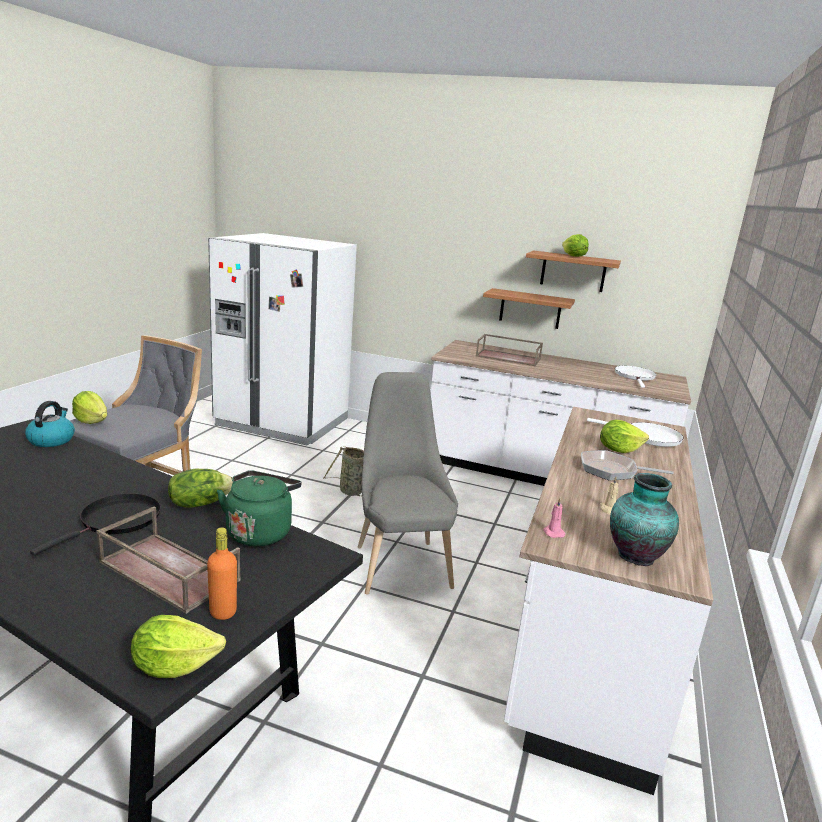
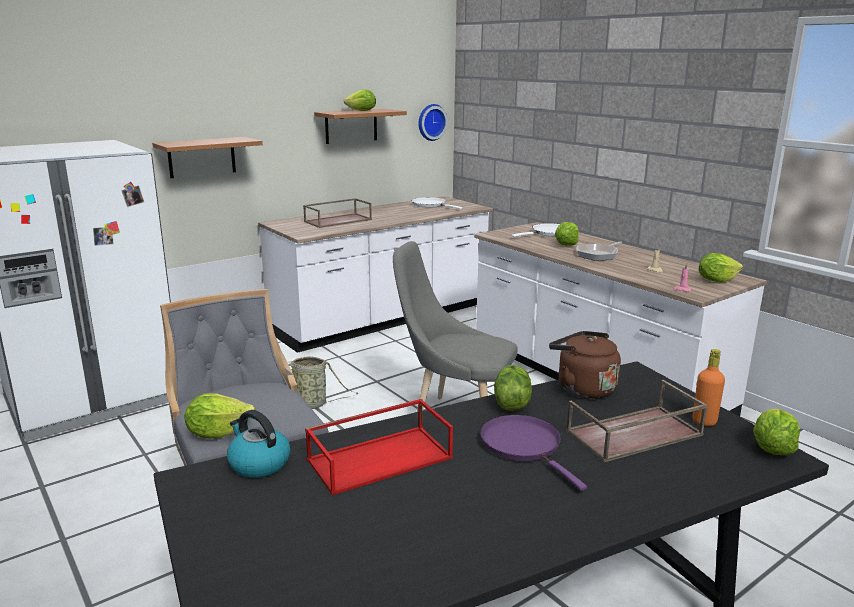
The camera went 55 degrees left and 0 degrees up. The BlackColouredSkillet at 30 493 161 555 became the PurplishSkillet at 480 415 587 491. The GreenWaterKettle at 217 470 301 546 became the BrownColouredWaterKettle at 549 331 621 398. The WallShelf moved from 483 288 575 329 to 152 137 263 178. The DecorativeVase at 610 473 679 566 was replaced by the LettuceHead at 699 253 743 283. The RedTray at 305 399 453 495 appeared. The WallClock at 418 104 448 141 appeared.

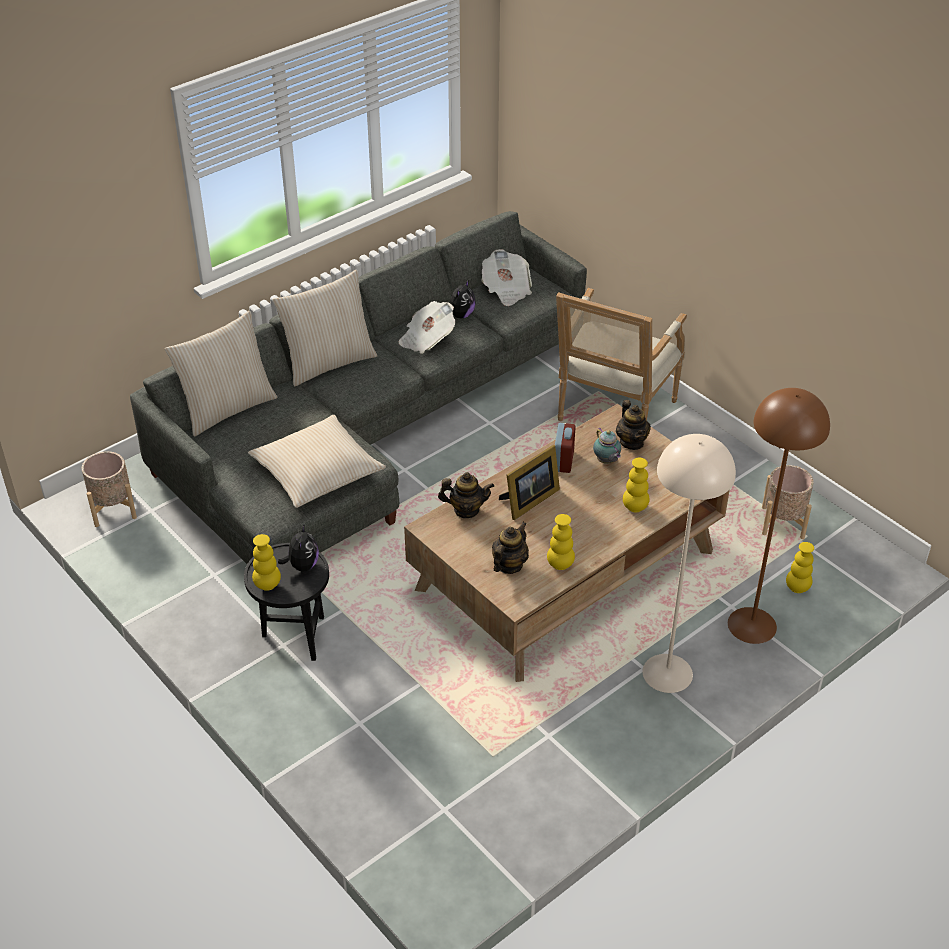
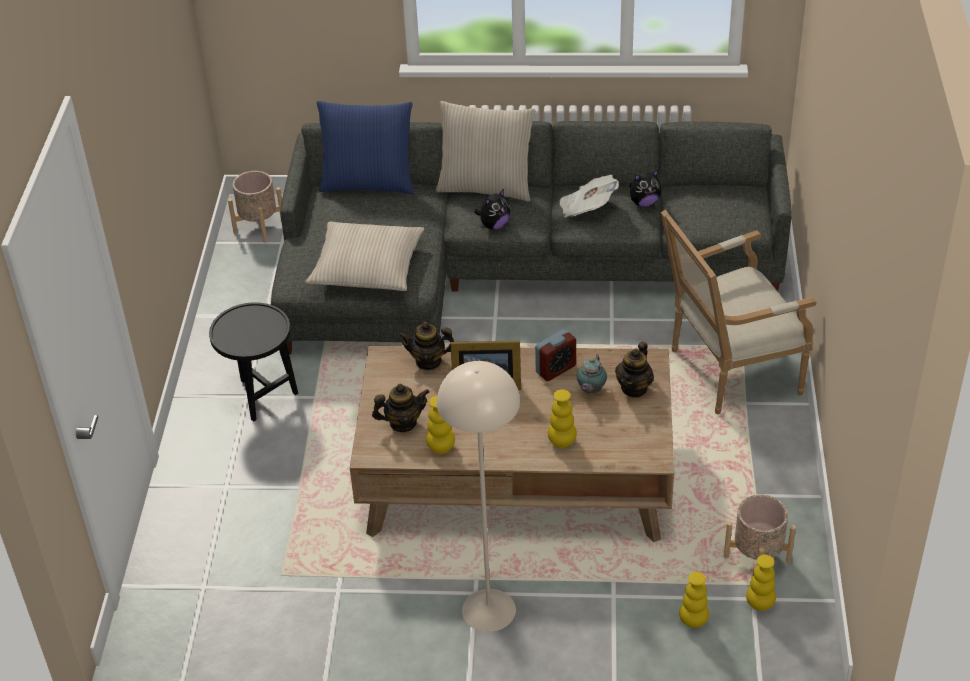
The camera went 45 degrees right and 0 degrees up. The BeigeColouredThrowPillow at 165 311 277 436 became the BluishThrowPillow at 317 101 414 194. The YellowColouredDecorativeVase moved from 252 534 281 591 to 746 555 776 611. The CuddlyToy moved from 278 525 319 572 to 474 189 510 229. The TeaPot at 438 472 494 518 turned 135 degrees clockwise. The DailyPaper at 482 249 532 306 disappeared. The BrownColouredStandardLamp at 728 388 830 644 disappeared.

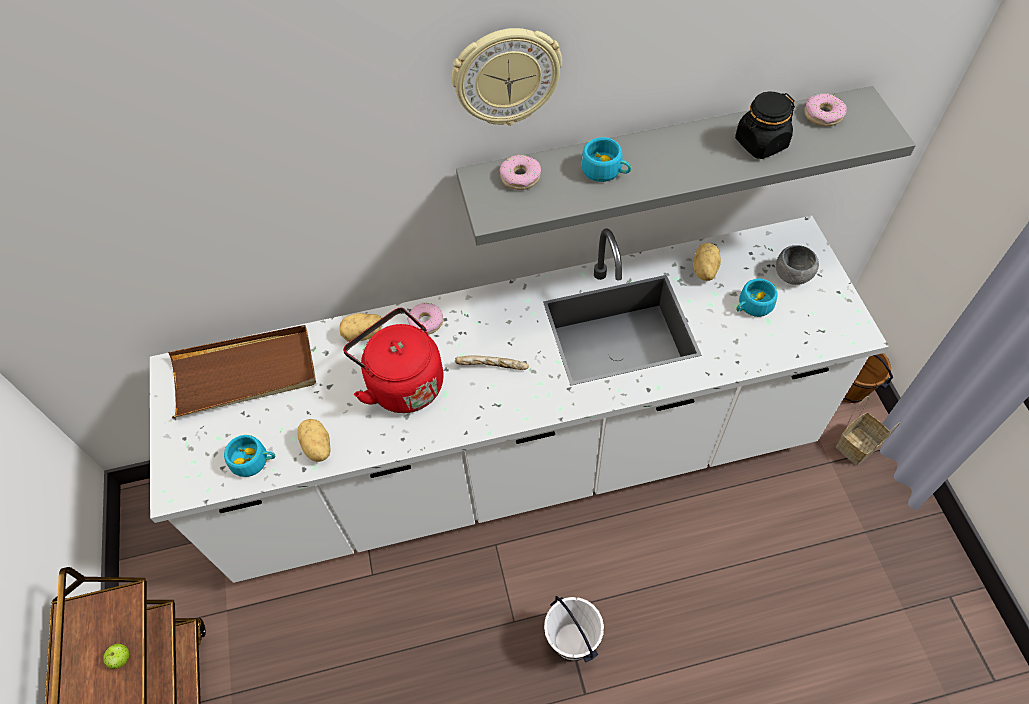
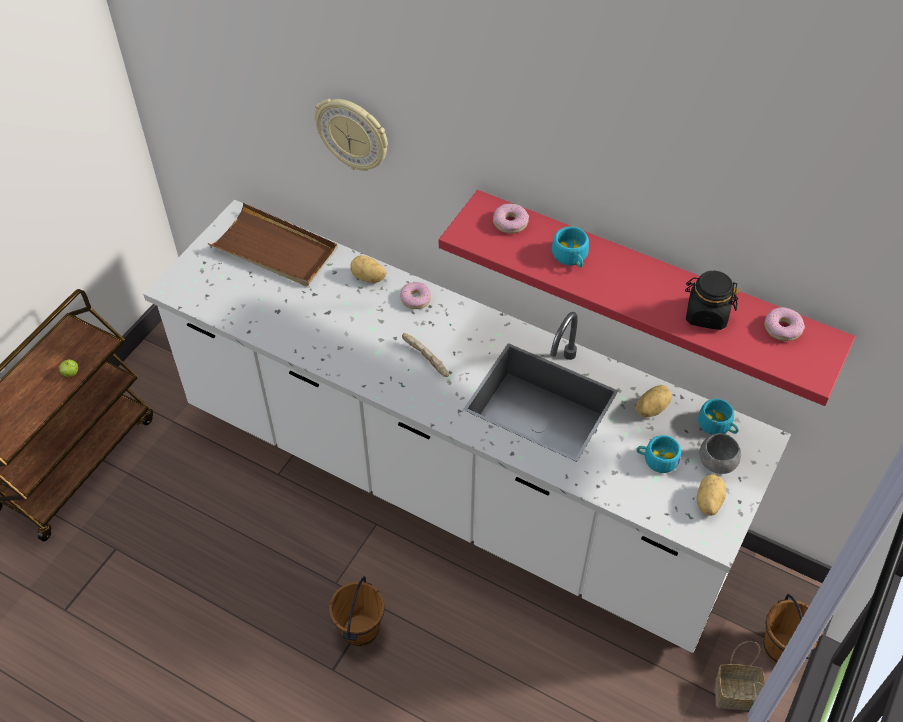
The camera went 40 degrees right and 5 degrees down. The BlueGreenCup moved from 224 435 276 477 to 698 399 739 435. The WholePotato moved from 297 419 331 462 to 697 474 726 516. The RedWaterKettle at 343 308 444 413 disappeared. The WallClock moved from 451 28 562 126 to 314 99 388 171. The GreyWallShelf at 456 86 916 246 became the RedWallShelf at 439 190 856 406. The WhitishWaterBucket at 544 596 604 663 became the BrownColouredWaterBucket at 329 576 385 647.

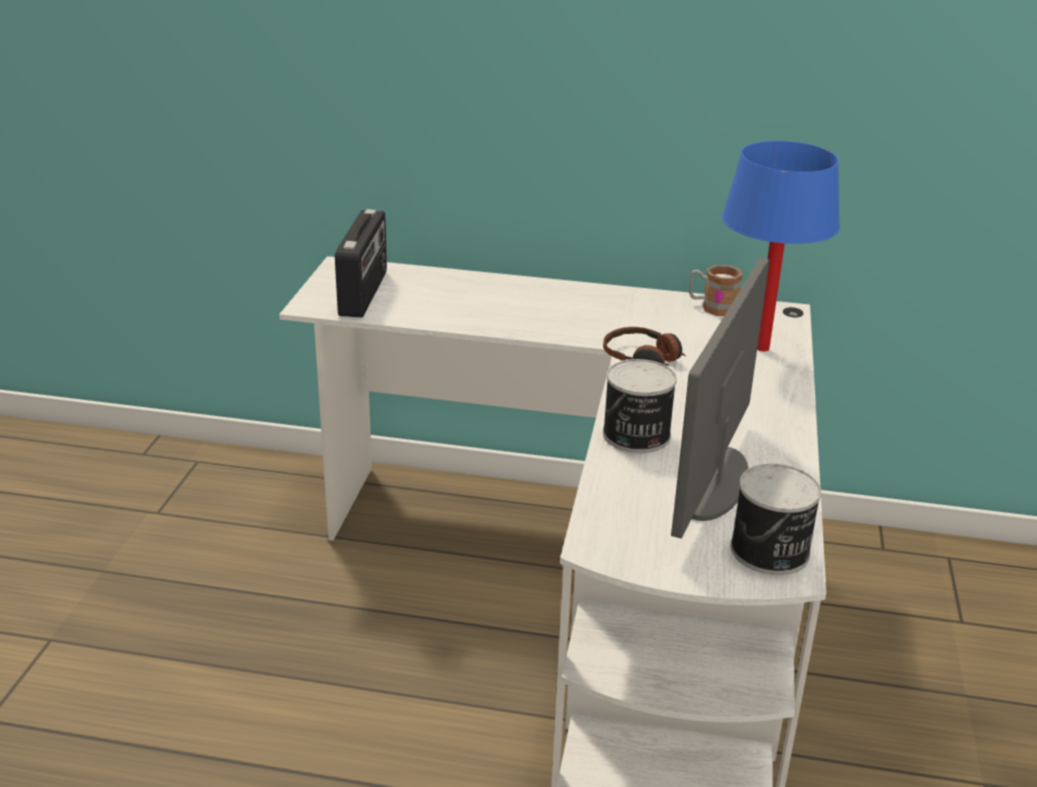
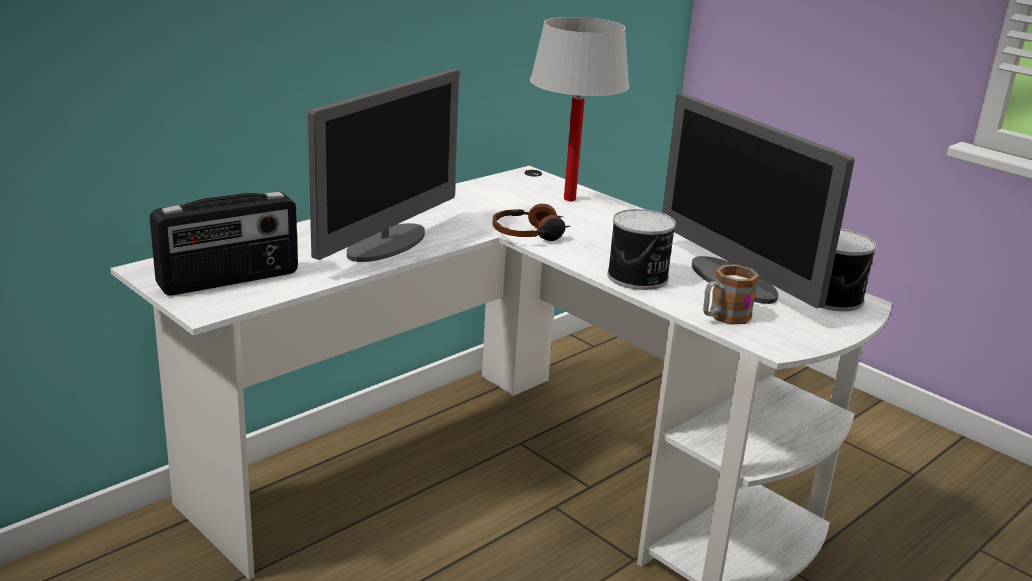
The camera went 55 degrees left and 5 degrees down. The RadioSet at 335 209 387 318 turned 105 degrees clockwise. The Mug moved from 689 265 743 316 to 703 264 759 325. The BluishTabletopLamp at 722 141 840 351 became the WhitishTabletopLamp at 530 17 630 201. The ComputerScreen at 308 69 459 262 appeared.

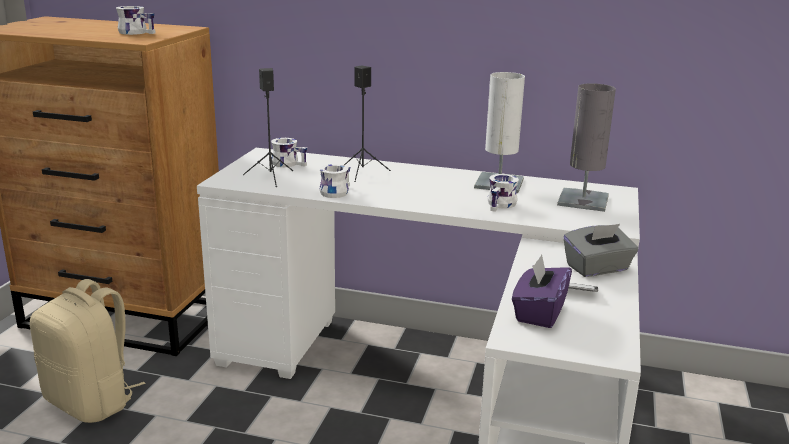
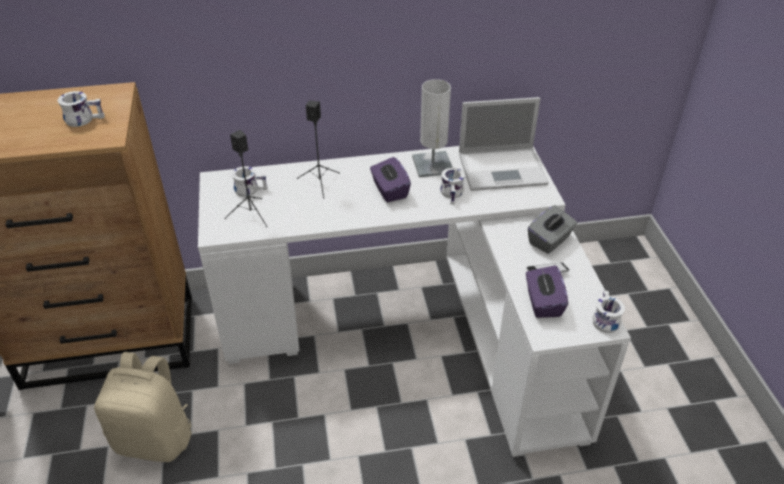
The camera went 25 degrees left and 20 degrees up. The WhitishMug moved from 320 164 350 198 to 592 291 625 333. The GreyTabletopLamp at 557 83 616 212 was replaced by the Laptop at 459 97 549 191. The PurplishBoxOfTissues at 370 157 411 202 appeared.

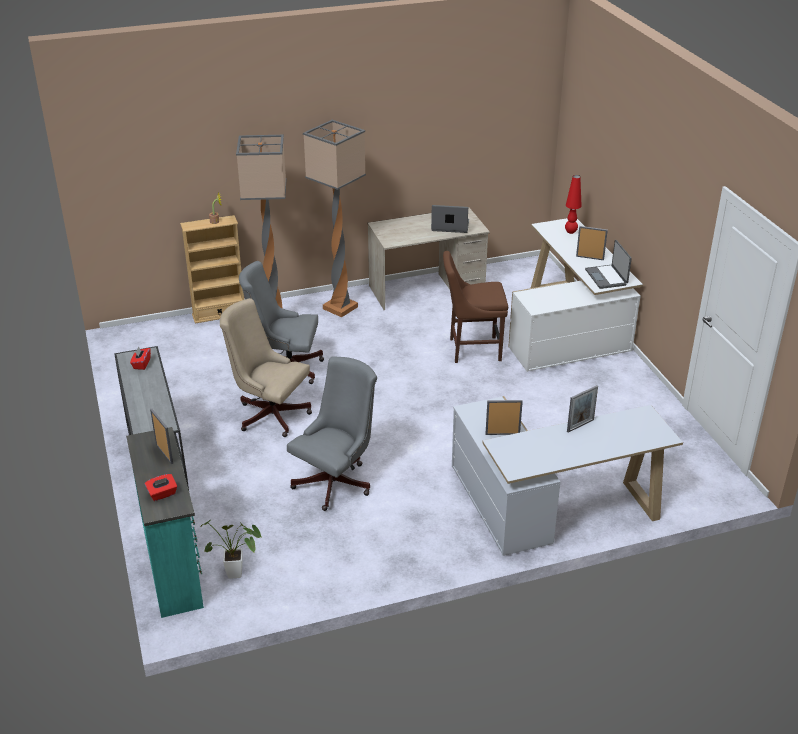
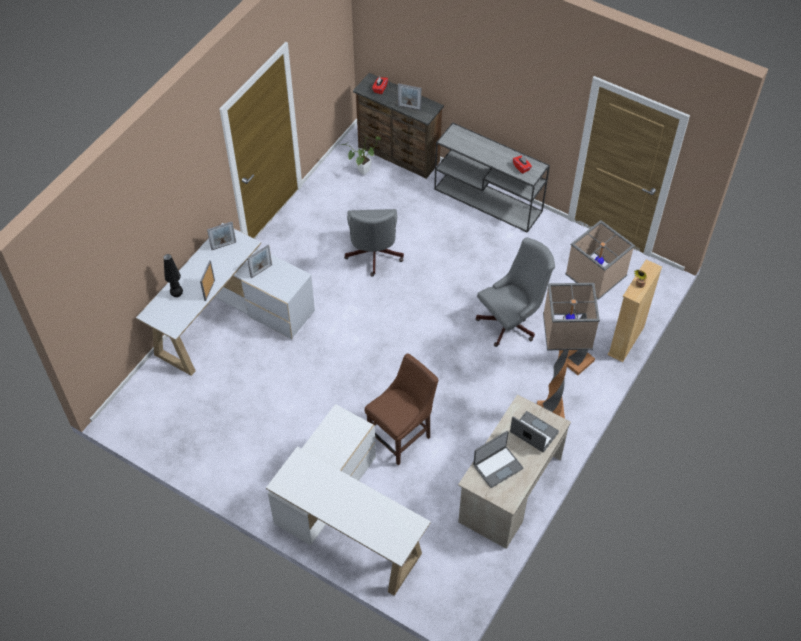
The camera went 140 degrees right and 20 degrees up. The BlueGreenChestOfDrawers at 126 427 204 618 became the BrownColouredChestOfDrawers at 353 73 444 179. The BeigeColouredDeskChair at 220 298 312 437 disappeared. The RedTabletopLamp at 565 175 582 234 disappeared. The StandingFrame moved from 576 226 608 260 to 207 222 236 250. The Laptop moved from 585 240 632 289 to 510 411 559 452. The BlackColouredTabletopLamp at 164 254 183 297 appeared.

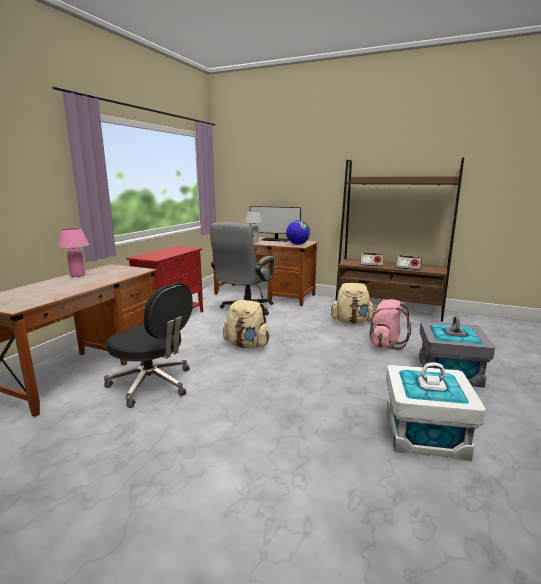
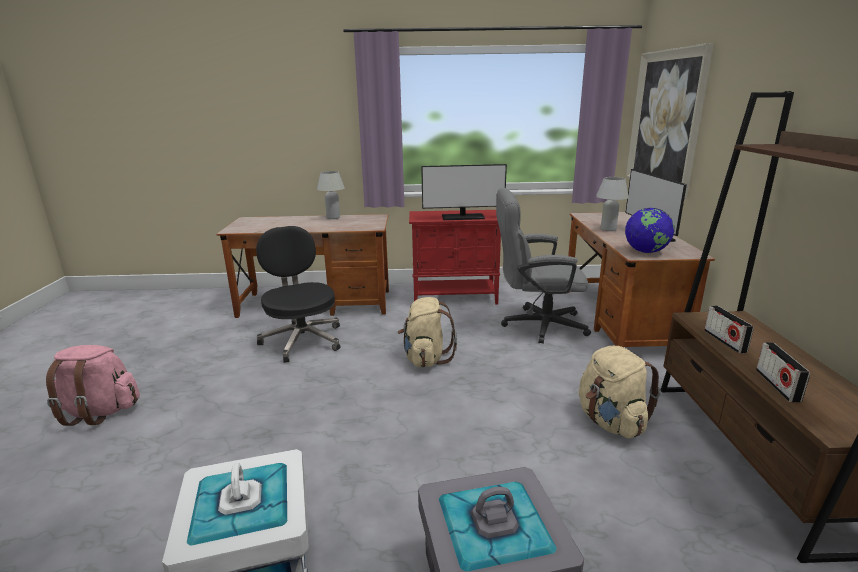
The camera went 65 degrees right and 5 degrees up. The PinkTabletopLamp at 58 228 89 277 became the WhitishTabletopLamp at 317 171 345 219. The BlackColouredDeskChair at 104 283 193 408 turned 150 degrees clockwise. The PinkBackpack moved from 367 299 411 350 to 46 345 140 426. The ComputerScreen at 421 164 507 220 appeared. The WallPicture at 626 43 714 199 appeared.

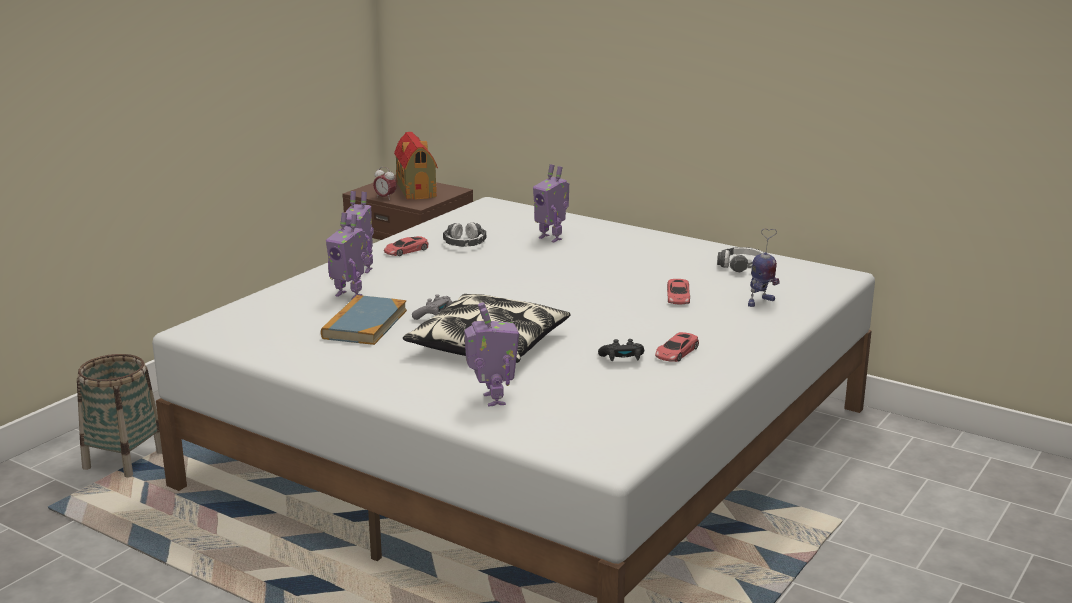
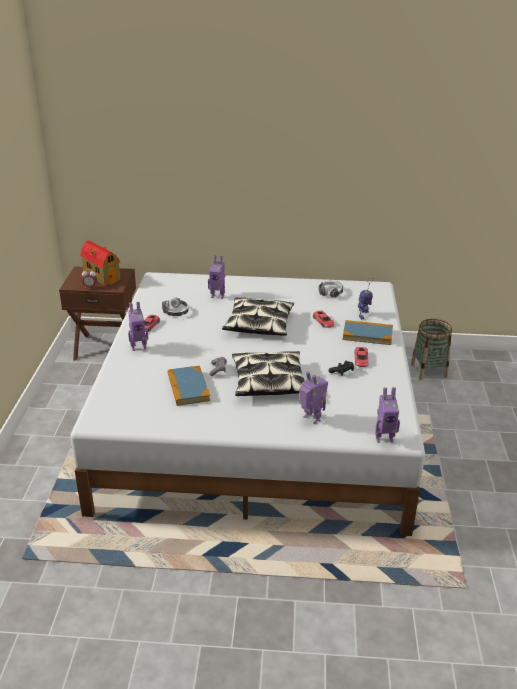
The camera went 30 degrees left and 10 degrees up. The Basket moved from 77 354 162 477 to 411 319 452 380. The RobotFigure moved from 326 212 366 300 to 375 387 400 443. The ThrowPillow at 222 297 294 336 appeared. The Volume at 343 320 393 345 appeared.

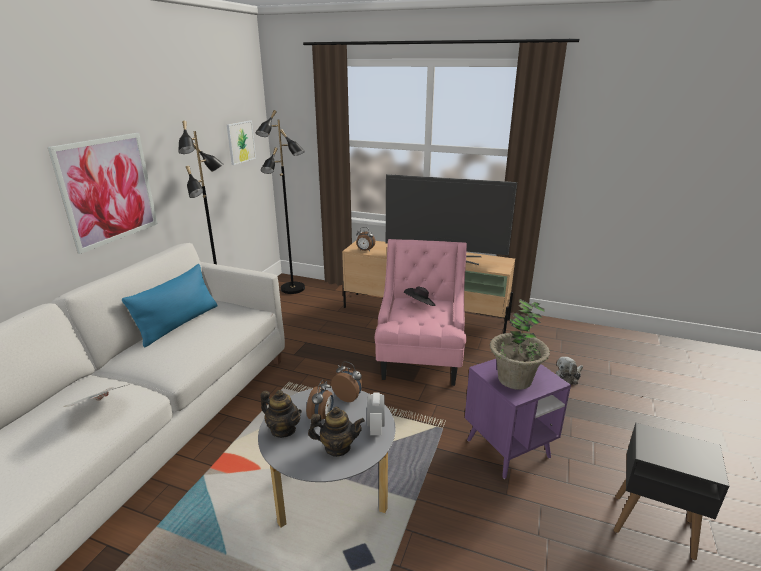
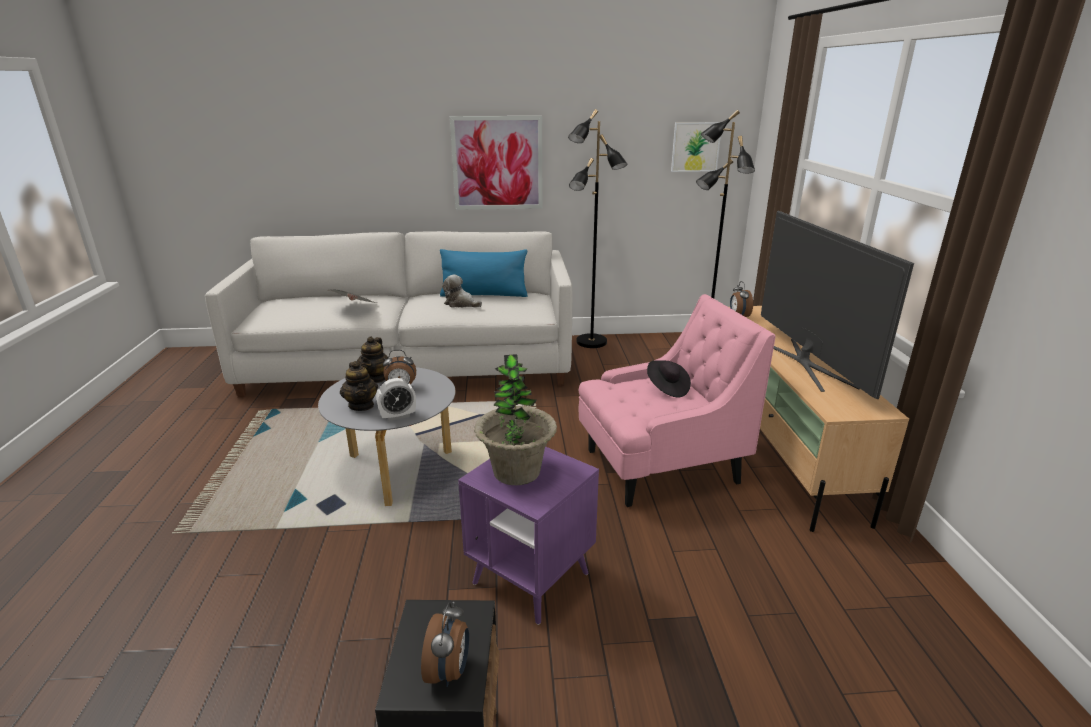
The camera went 65 degrees right and 0 degrees up. The BedsideClock moved from 331 361 363 402 to 421 602 469 687. The CuddlyToy moved from 556 357 583 385 to 442 275 482 308.

